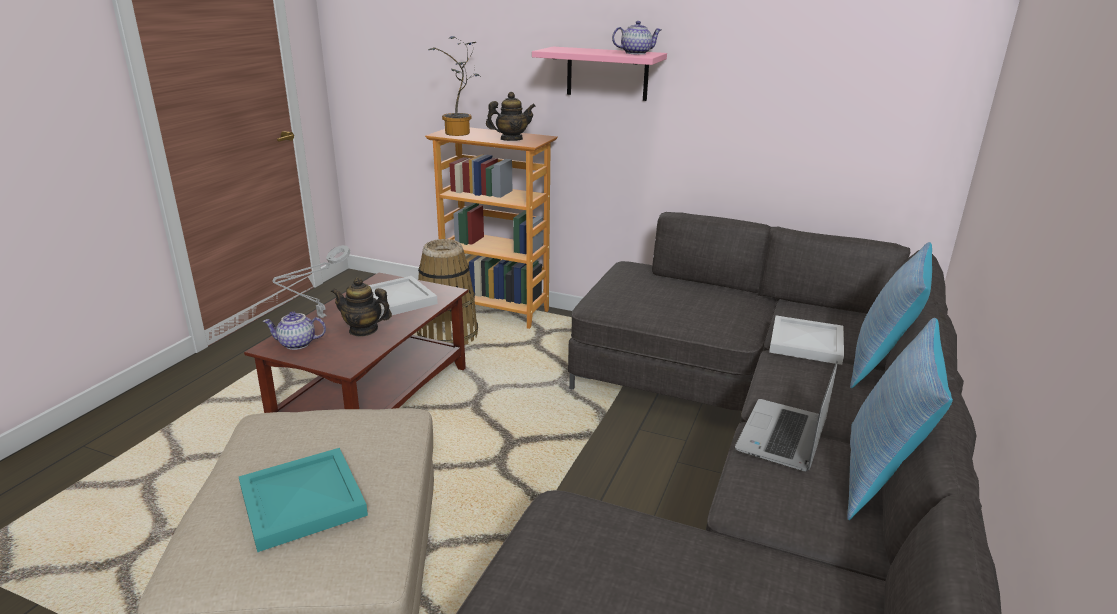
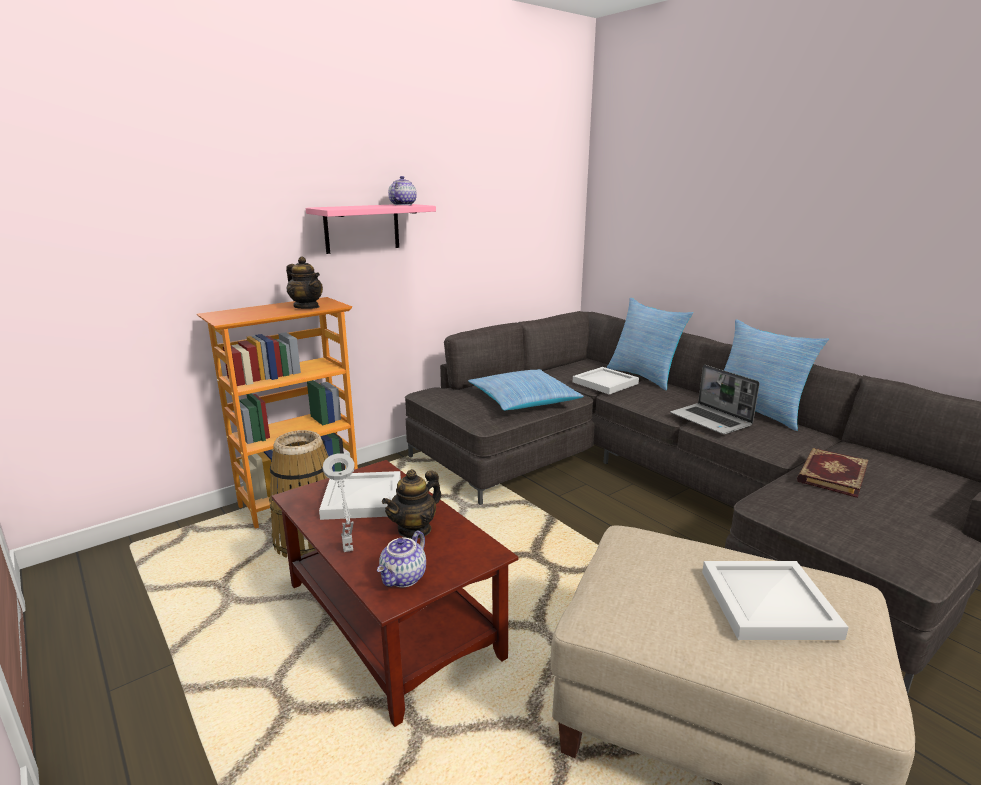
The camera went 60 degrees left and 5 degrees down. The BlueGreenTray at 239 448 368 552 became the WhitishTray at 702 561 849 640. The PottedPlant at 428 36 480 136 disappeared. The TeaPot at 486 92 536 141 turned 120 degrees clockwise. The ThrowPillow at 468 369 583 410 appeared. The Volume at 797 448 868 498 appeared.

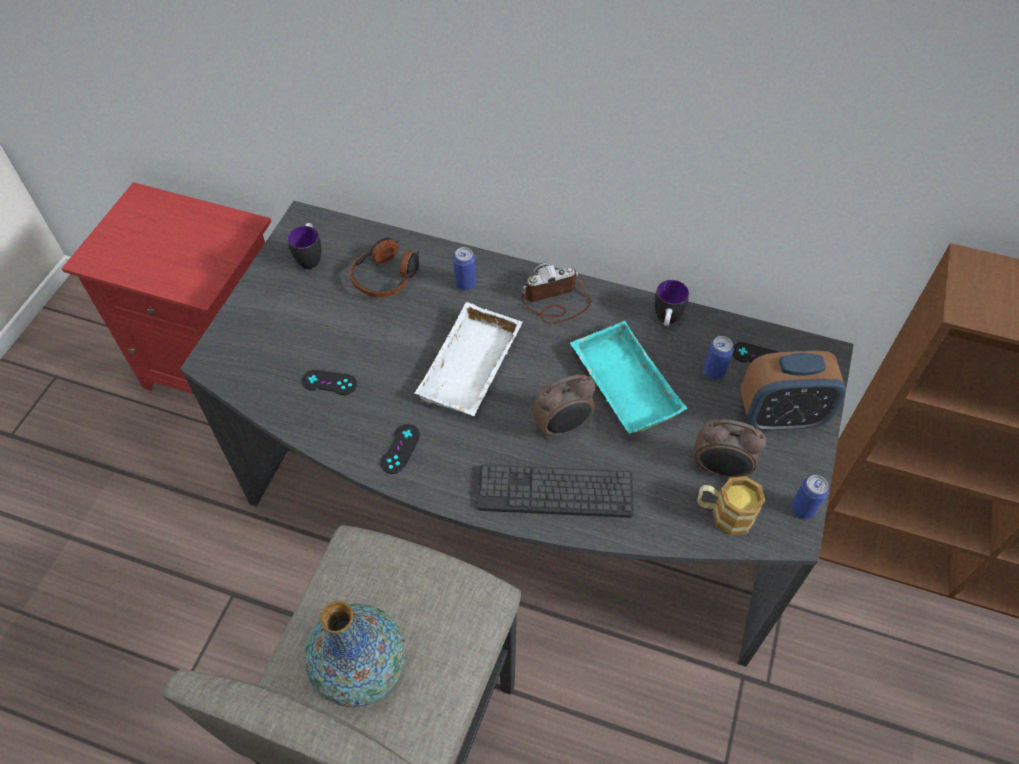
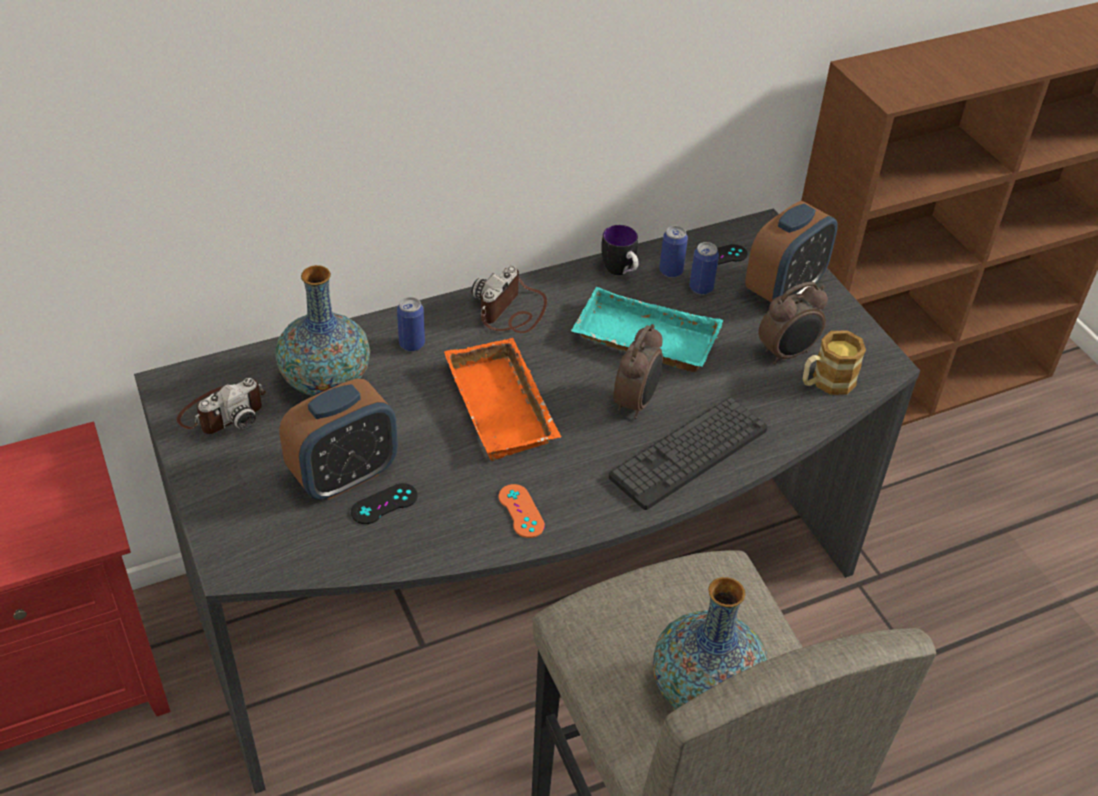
The camera went 45 degrees left and 10 degrees down. The Mug at 287 223 322 269 was replaced by the StillCamera at 177 378 266 434. The PairOfHeadphones at 350 238 419 298 was replaced by the DecorativeVase at 275 265 370 396. The BlackColouredGamepad at 381 424 420 474 became the OrangeColouredGamepad at 499 484 545 538. The WhitishTray at 414 302 522 416 became the OrangeColouredTray at 444 338 561 461. The MetalCan moved from 791 475 829 519 to 659 226 688 278. The BedsideClock at 279 379 398 500 appeared.

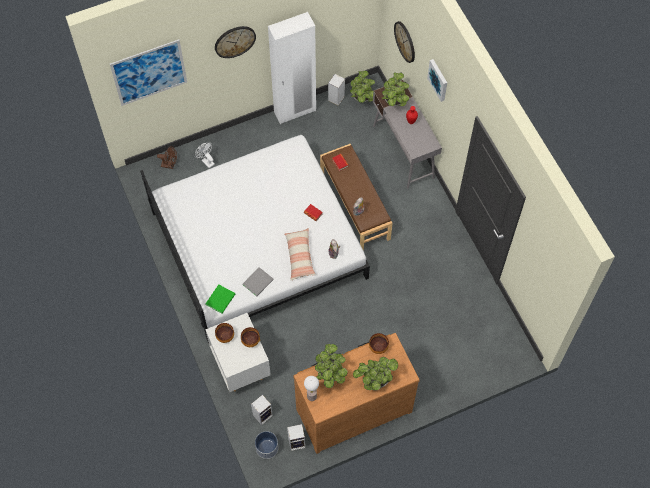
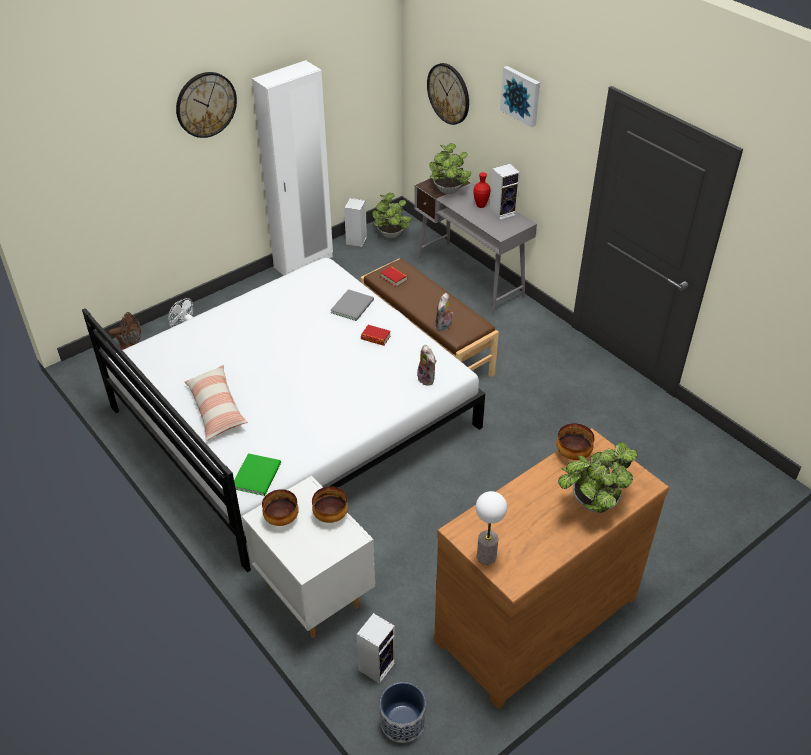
The camera went 15 degrees left and 20 degrees down. The WallPicture at 110 39 187 106 disappeared. The GreyVolume moved from 243 267 274 296 to 331 289 374 321. The ThrowPillow moved from 285 228 316 280 to 185 365 248 441. The AudioSpeaker moved from 287 424 305 451 to 489 164 520 220. The PottedPlant at 315 344 348 388 disappeared.

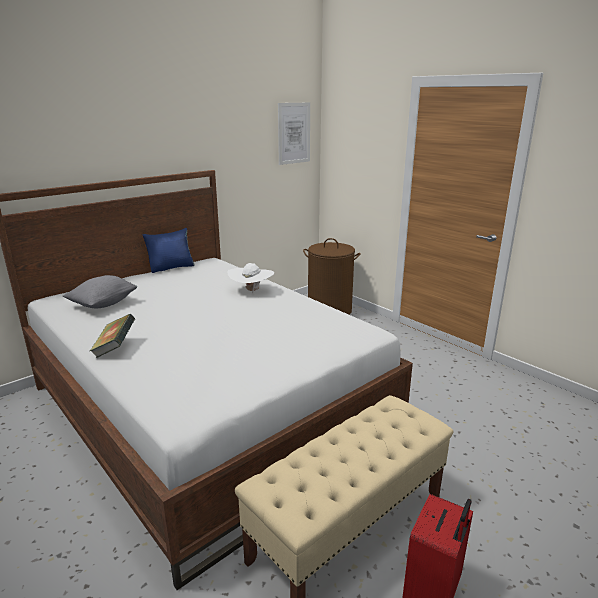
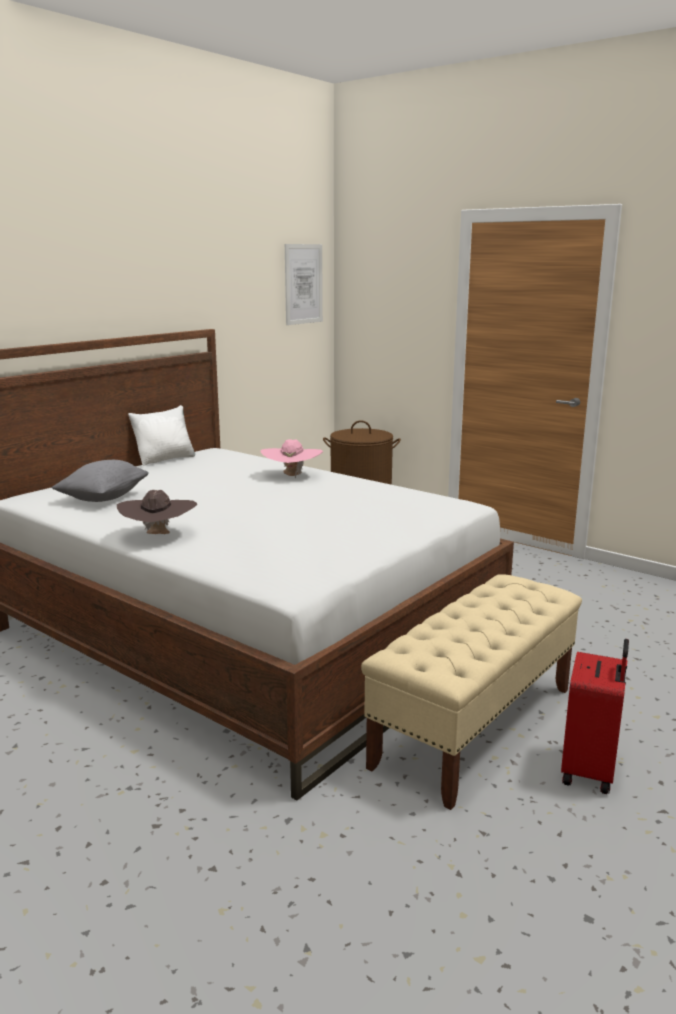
The camera went 10 degrees left and 5 degrees down. The Volume at 90 314 135 358 was replaced by the BrownColouredHat at 117 490 197 534. The BluishThrowPillow at 143 228 195 273 became the WhitishThrowPillow at 128 405 195 466. The WhitishHat at 227 263 274 294 became the PinkHat at 260 439 323 479.

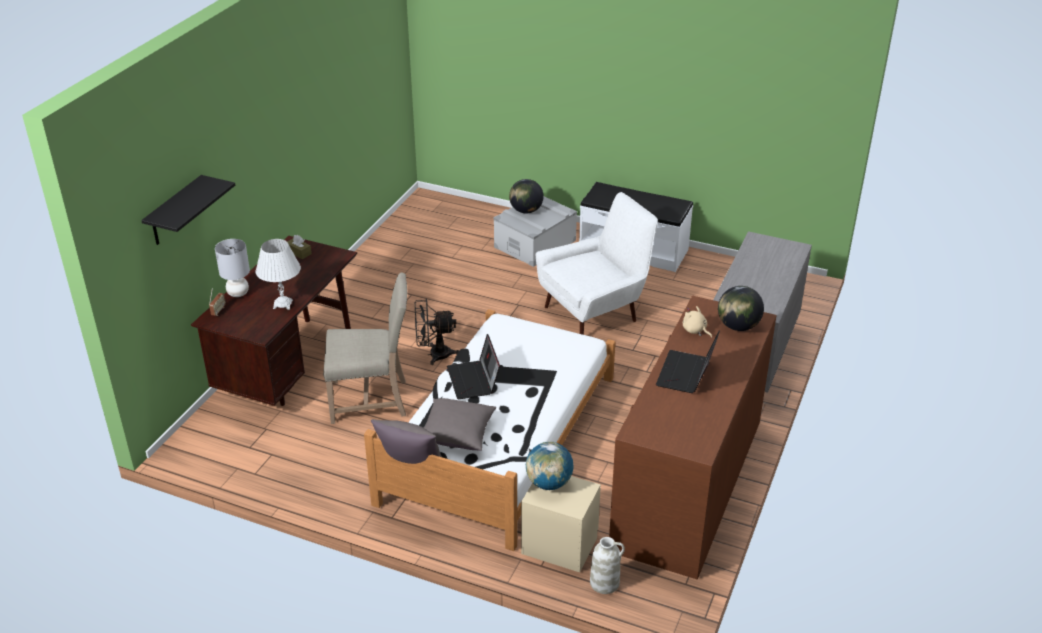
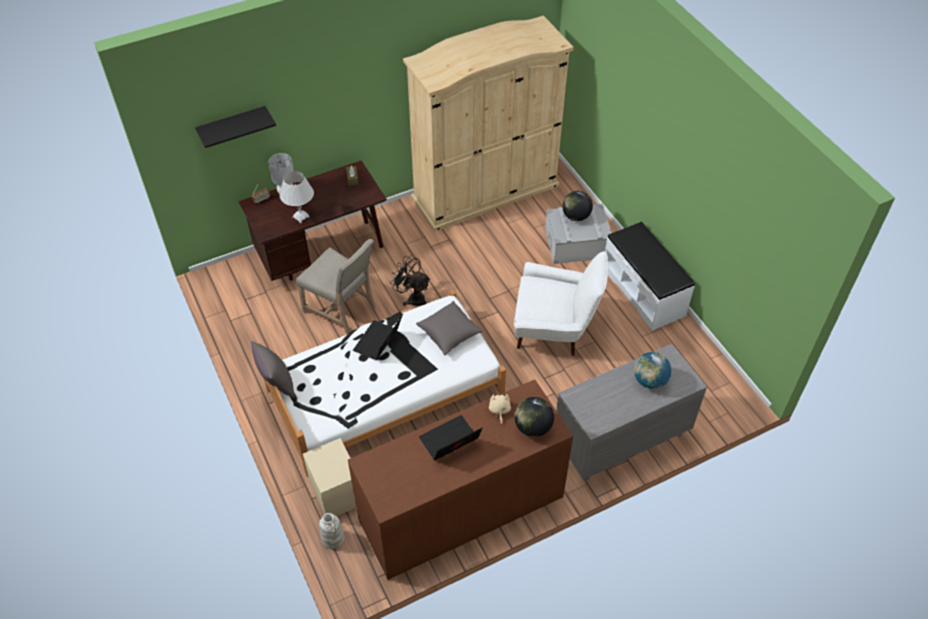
The camera went 40 degrees right and 15 degrees up. The GreyThrowPillow moved from 424 398 496 451 to 416 301 484 355. The DeskGlobe moved from 526 442 574 490 to 634 352 672 389. The BeigeColouredWardrobe at 403 15 573 232 appeared.

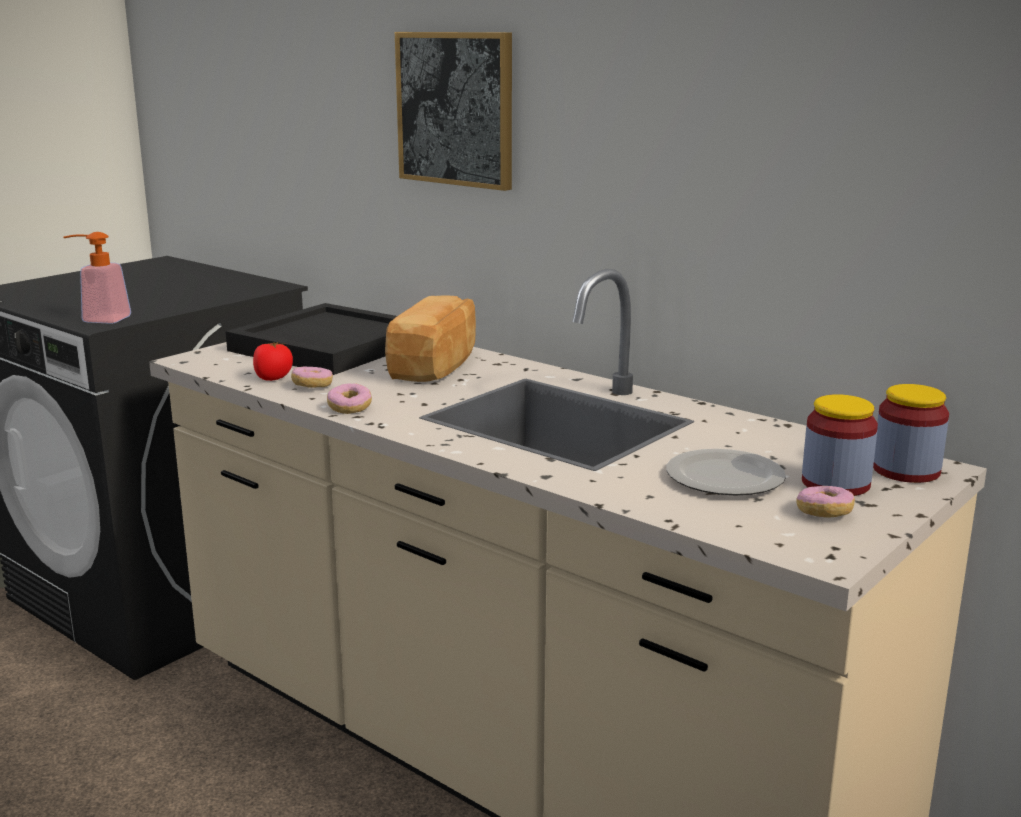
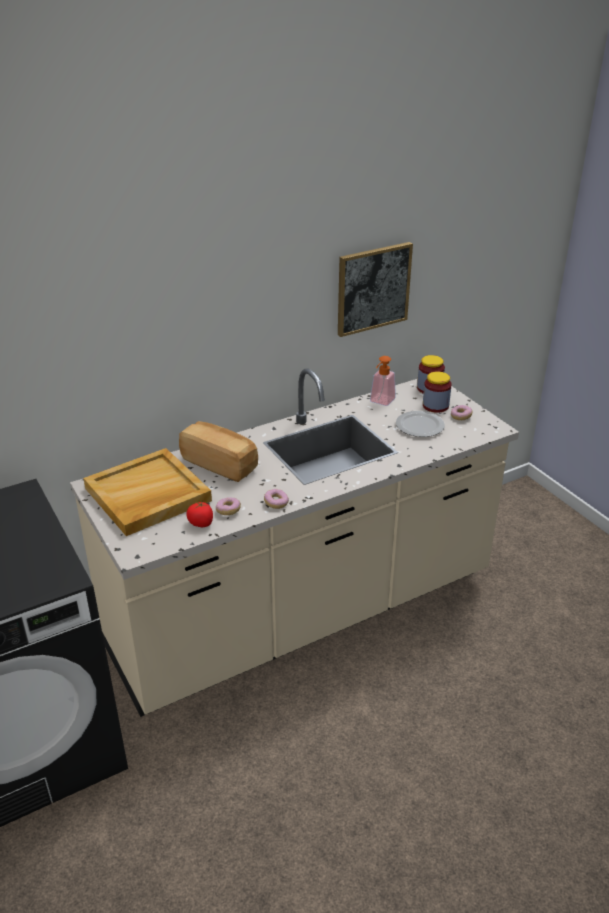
The camera went 70 degrees left and 15 degrees up. The LiquidSoapBottle moved from 63 232 131 324 to 370 356 396 406. The BlackColouredTray at 225 303 397 375 became the BeigeColouredTray at 83 448 212 536. The WallPicture moved from 395 32 512 191 to 338 242 413 337.

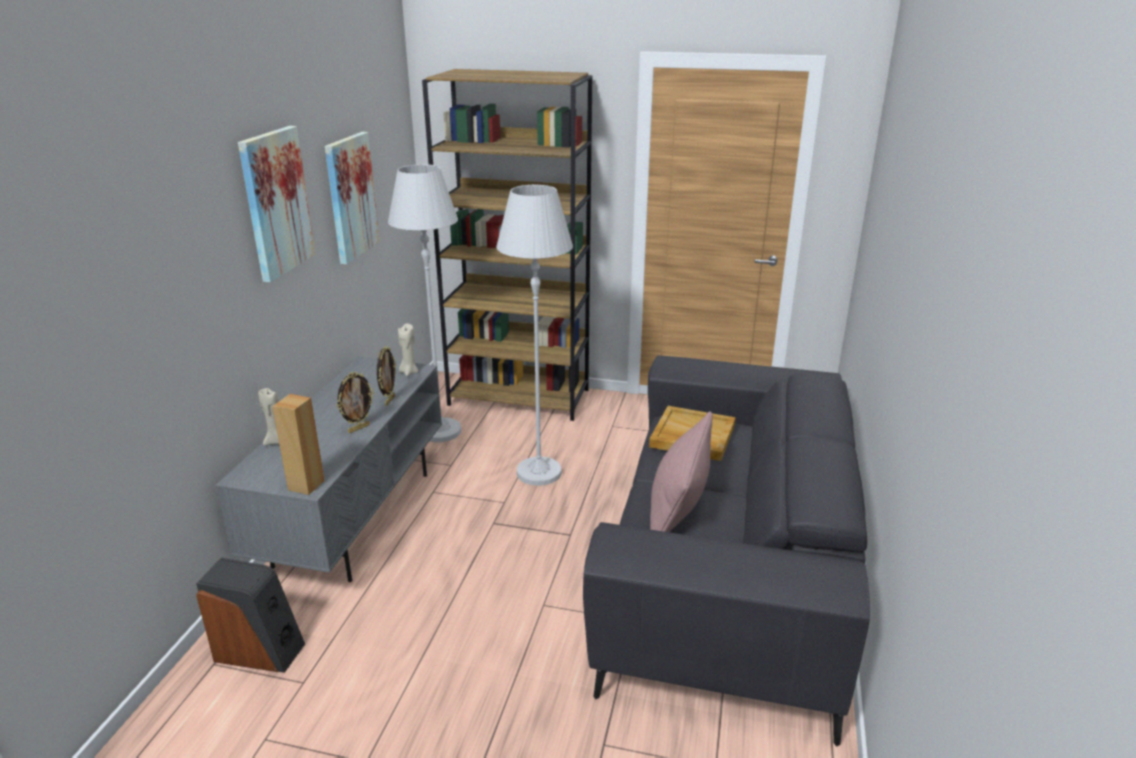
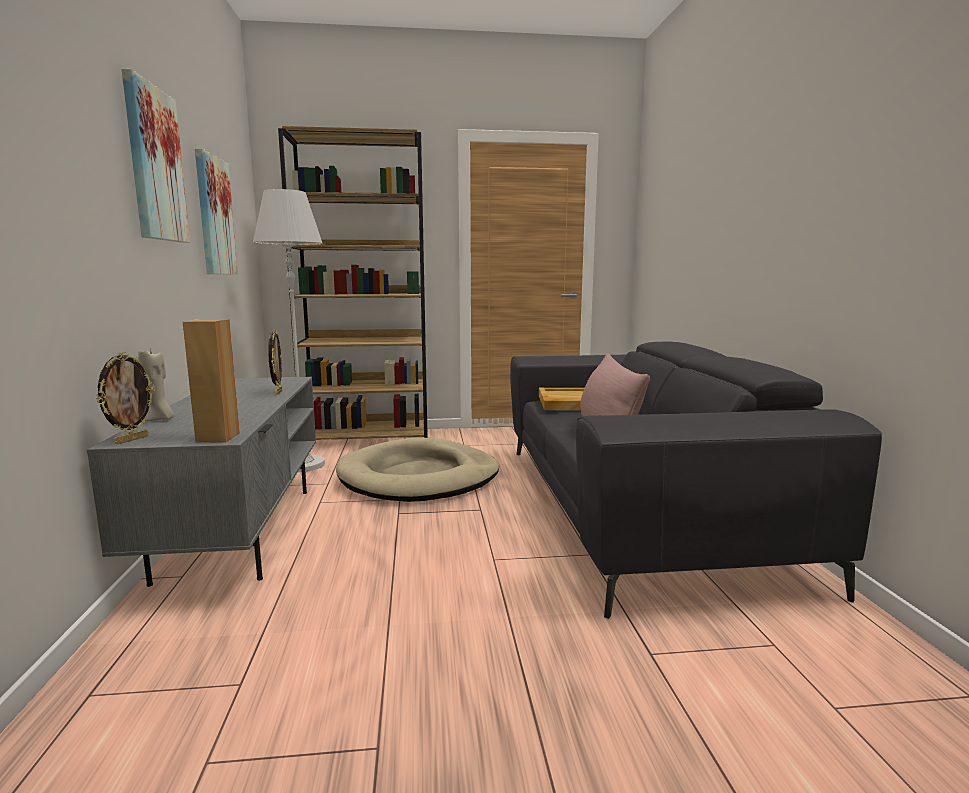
The camera went 20 degrees left and 15 degrees down. The AudioSpeaker at 196 558 305 673 disappeared. The StandingFrame moved from 336 372 375 433 to 96 352 155 444. The BeigeColouredCandle at 398 323 419 376 disappeared. The WhitishStandardLamp at 496 185 573 486 was replaced by the BeigeColouredPetBed at 336 438 499 502.

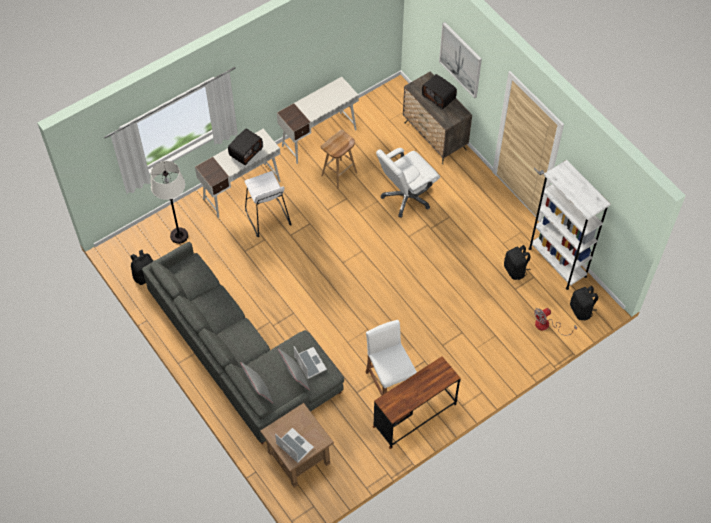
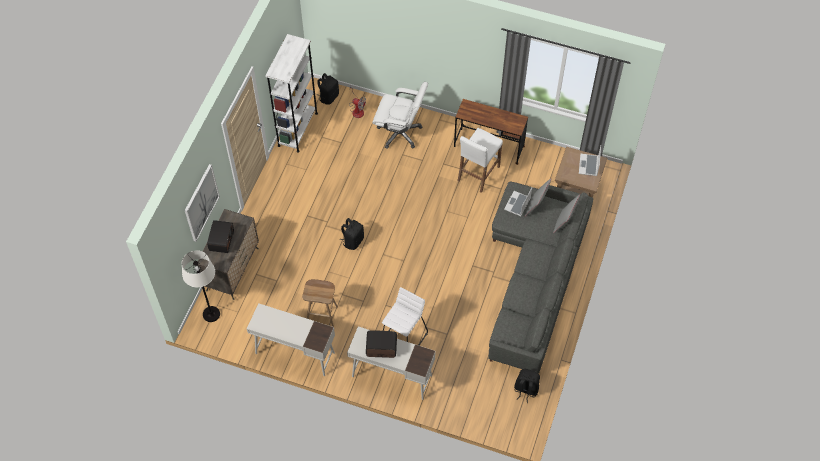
The camera went 125 degrees left and 0 degrees up. The WhitishStandardLamp moved from 151 161 188 244 to 182 250 220 322. The WhitishDeskChair moved from 376 148 440 218 to 373 82 428 149. The BlackColouredBackpack moved from 504 245 531 280 to 340 218 364 250.

